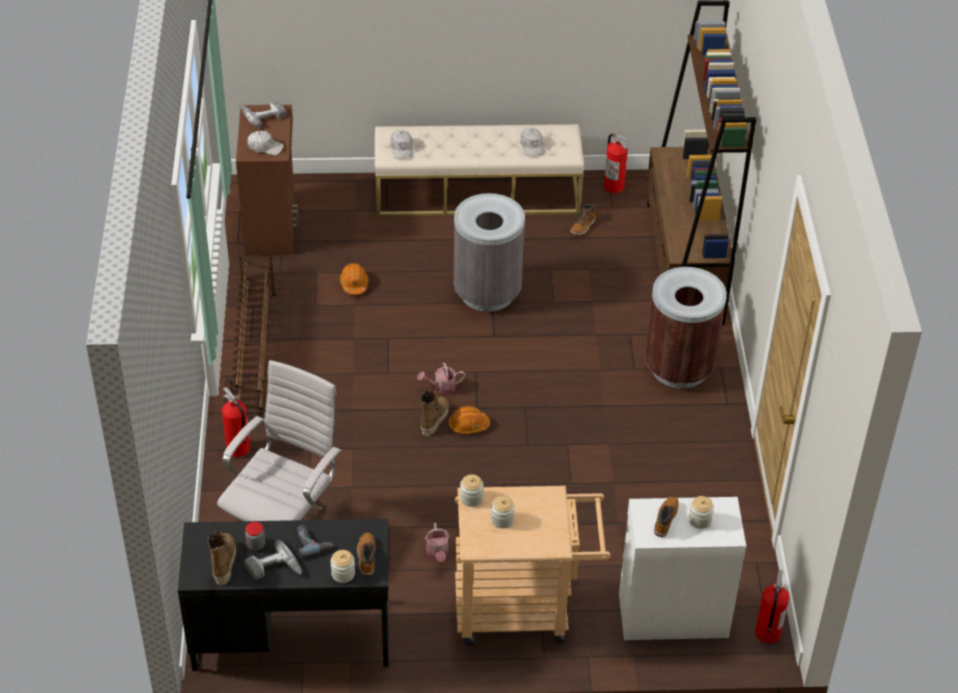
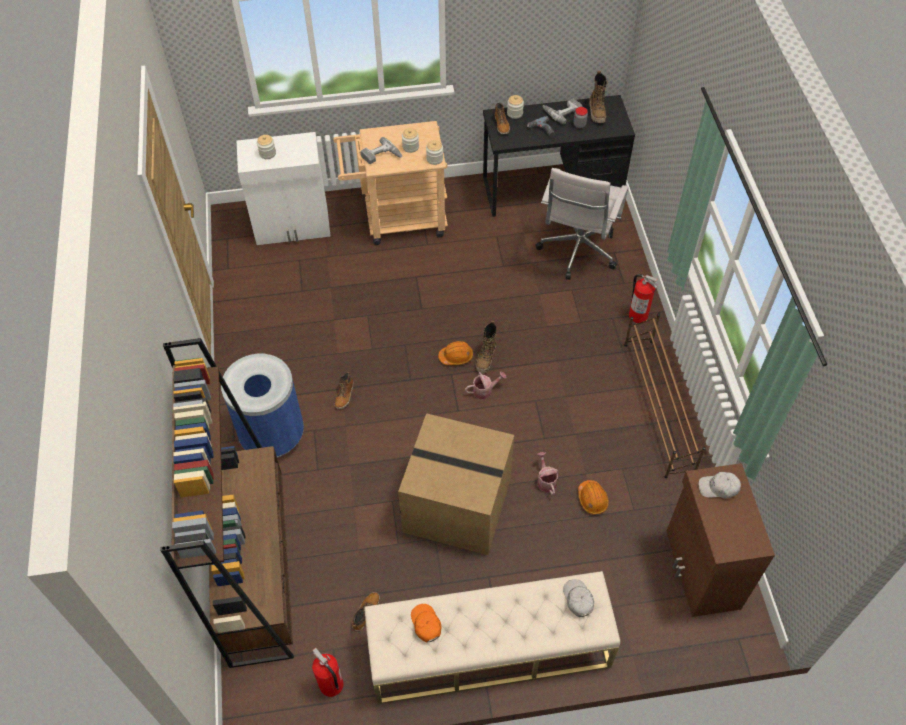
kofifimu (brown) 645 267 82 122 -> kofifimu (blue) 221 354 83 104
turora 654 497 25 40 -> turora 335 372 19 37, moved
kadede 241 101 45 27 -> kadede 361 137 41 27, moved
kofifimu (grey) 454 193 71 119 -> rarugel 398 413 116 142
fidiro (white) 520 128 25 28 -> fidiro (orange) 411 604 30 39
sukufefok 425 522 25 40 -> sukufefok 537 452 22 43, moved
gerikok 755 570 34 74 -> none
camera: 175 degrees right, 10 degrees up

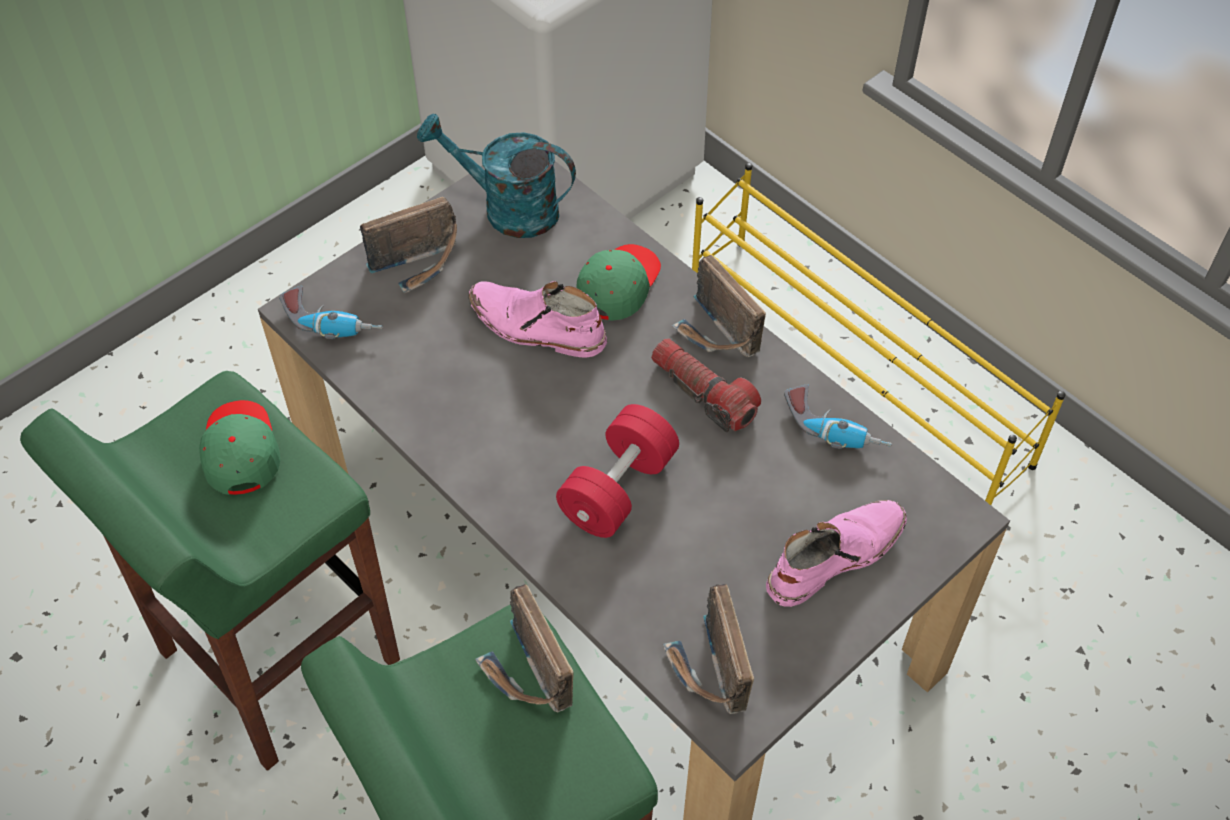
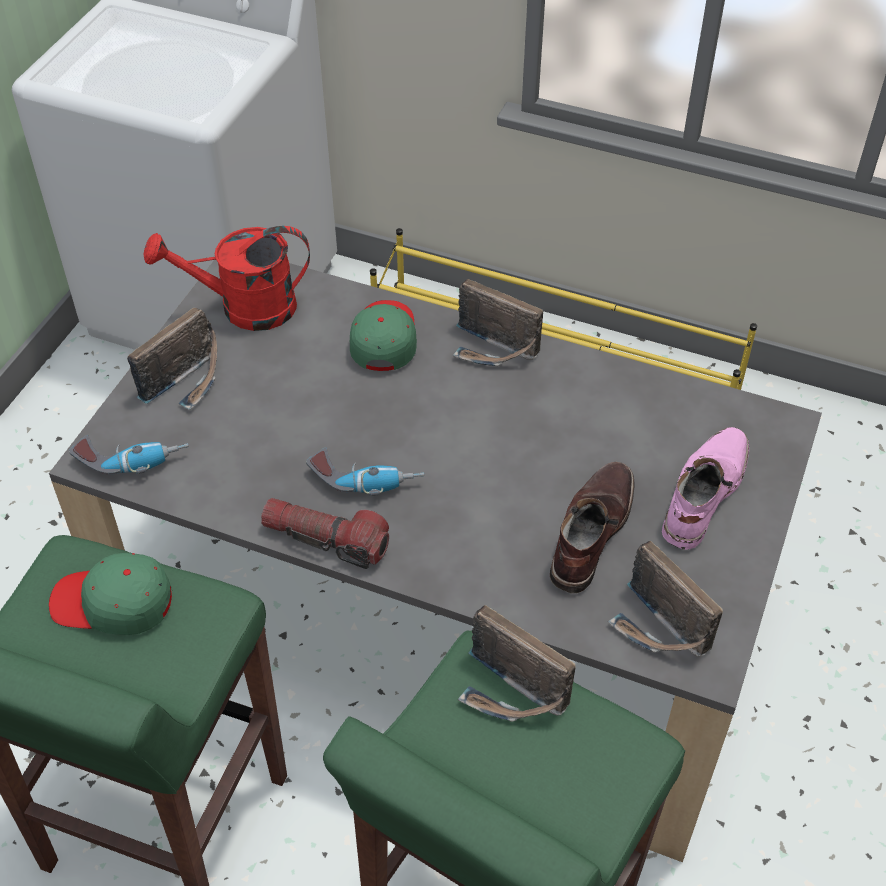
fidiro (green) 199 400 81 95 -> fidiro (green) 49 553 123 82, 45 degrees counterclockwise
sukufefok (turquoise) 417 113 159 125 -> sukufefok (red) 143 226 167 105
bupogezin 651 338 110 94 -> bupogezin 261 498 128 71, moved
kadede 784 384 108 65 -> kadede 306 448 118 48, moved
none -> turora (brown) 550 462 85 132
turora (pink) 468 281 139 76 -> none
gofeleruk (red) 556 404 123 134 -> none
camera: 25 degrees left, 5 degrees down

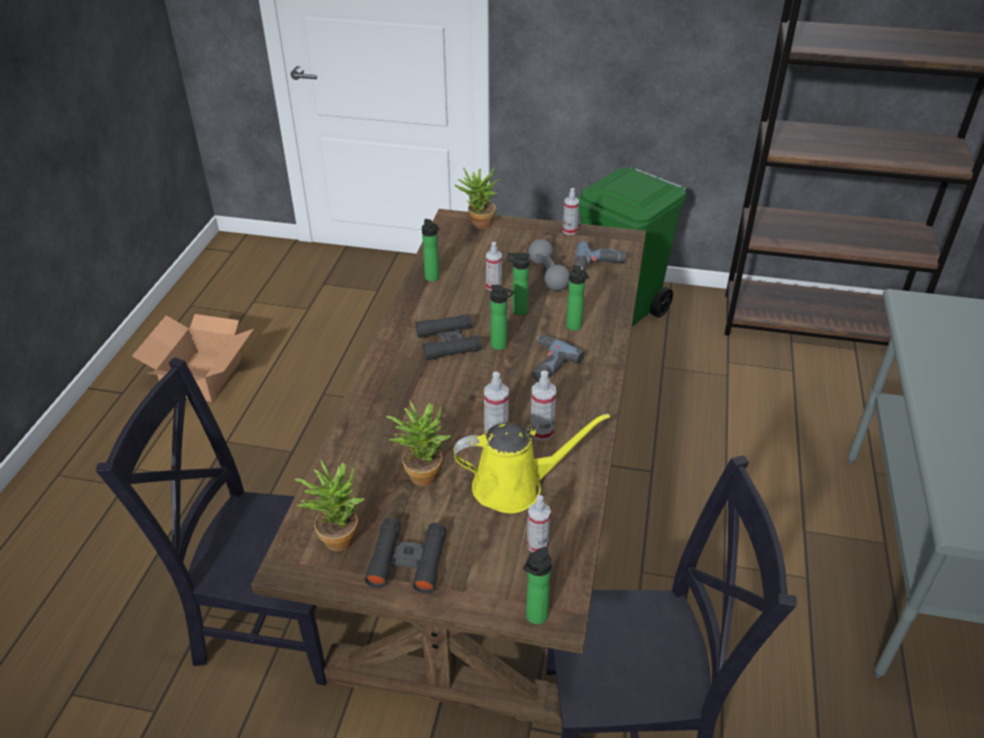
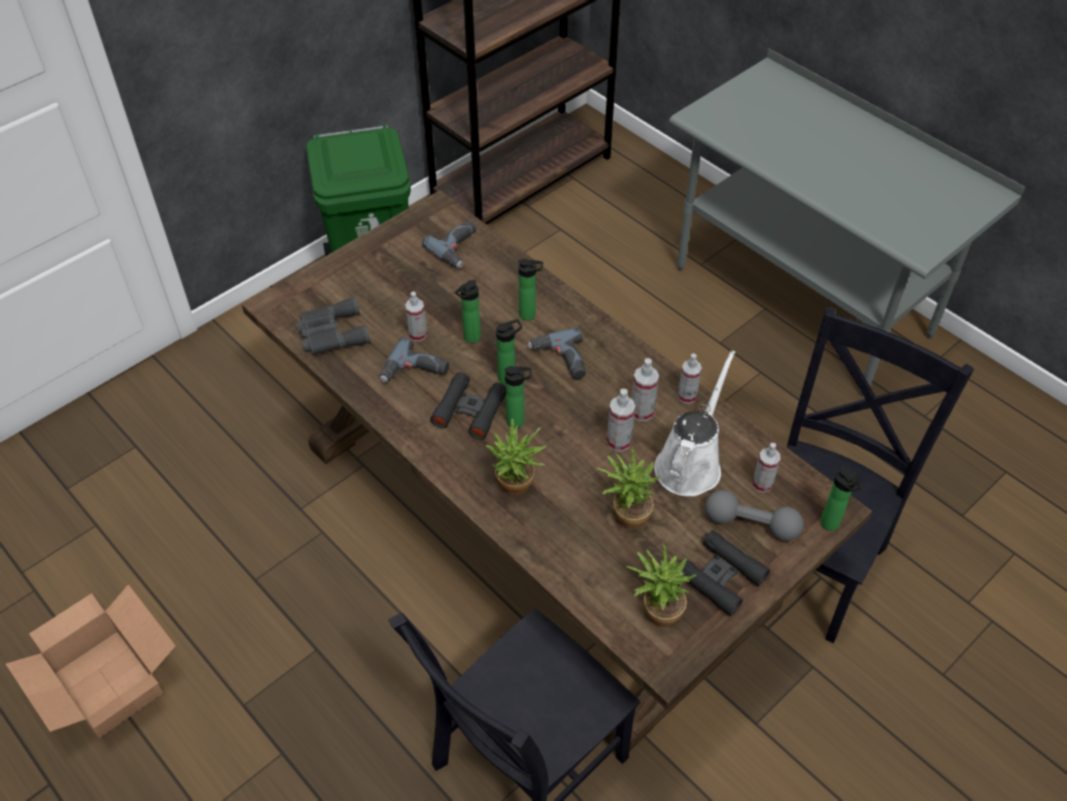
none -> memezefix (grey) 296 297 74 58
none -> kadede 379 337 70 45
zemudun 454 167 47 62 -> zemudun 486 419 60 78, moved
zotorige 422 219 18 62 -> zotorige 504 366 28 62, moved
sukufefok (yellow) 454 413 156 100 -> sukufefok (white) 654 350 81 146
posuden 563 188 16 47 -> posuden 678 353 24 51, moved
gofeleruk (grey) 528 239 41 52 -> gofeleruk (grey) 705 490 99 51, moved
camera: 55 degrees left, 10 degrees up

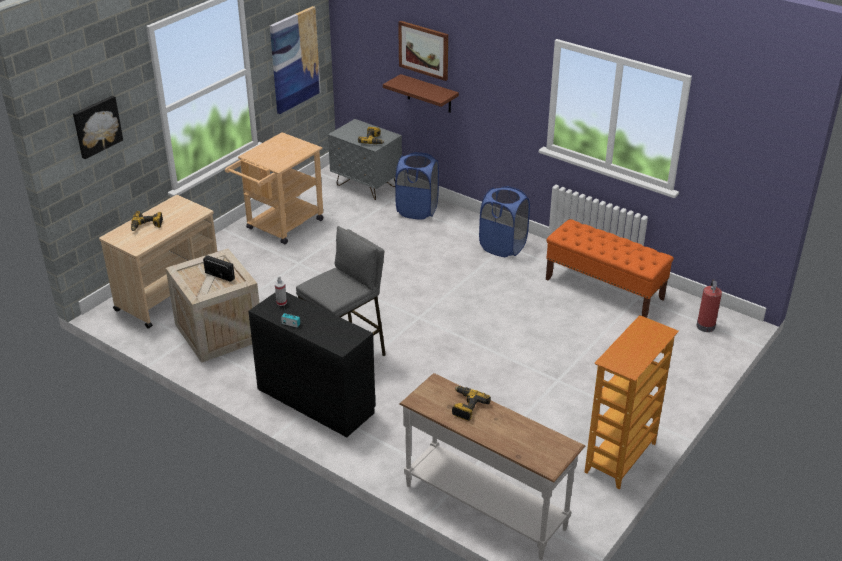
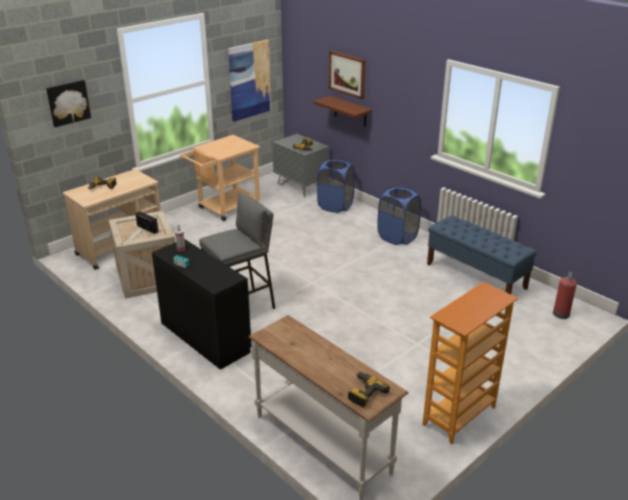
kadede 452 386 39 35 -> kadede 348 372 42 36, moved
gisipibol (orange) 546 219 128 99 -> gisipibol (blue) 427 216 110 78
camera: 10 degrees right, 5 degrees down

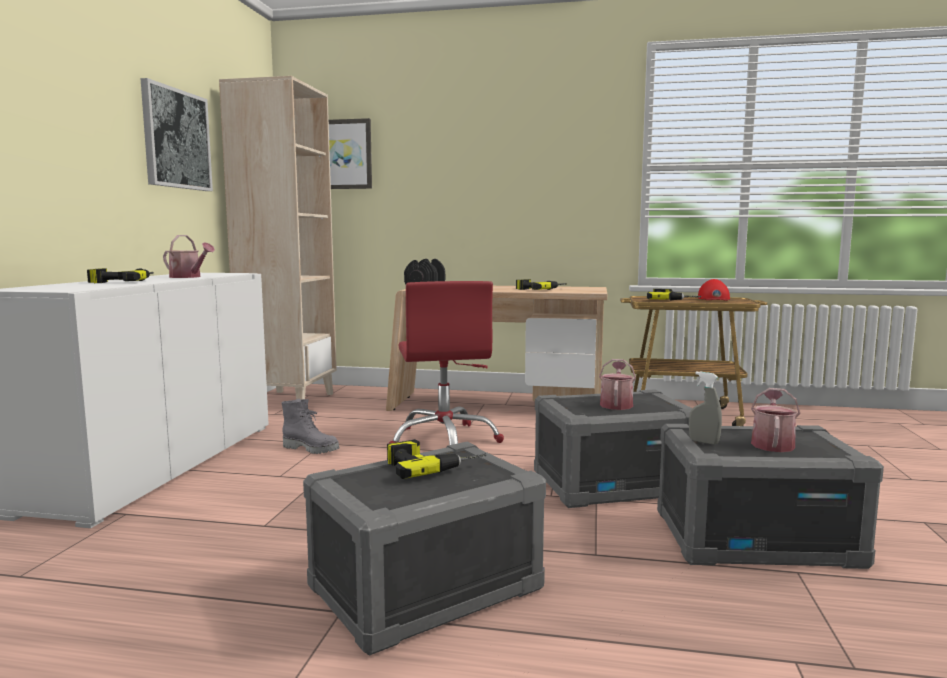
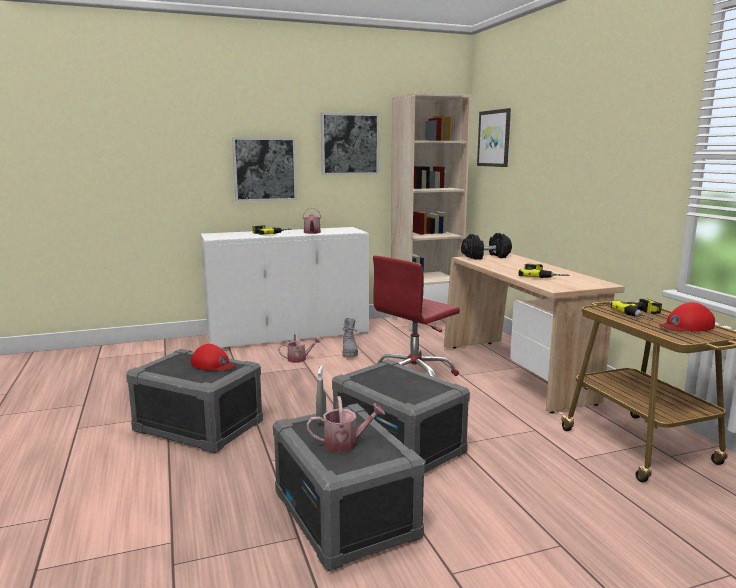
kadede 387 439 100 40 -> fidiro (red) 191 344 44 27
none -> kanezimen 232 137 65 65
sukufefok 599 359 37 51 -> sukufefok 278 333 43 30, moved
camera: 60 degrees right, 5 degrees up

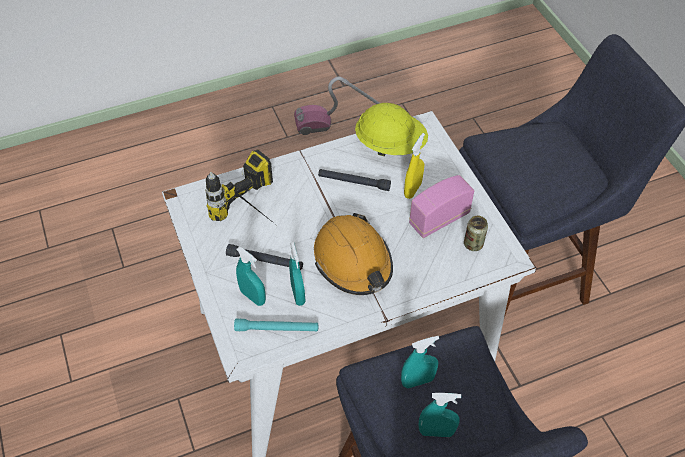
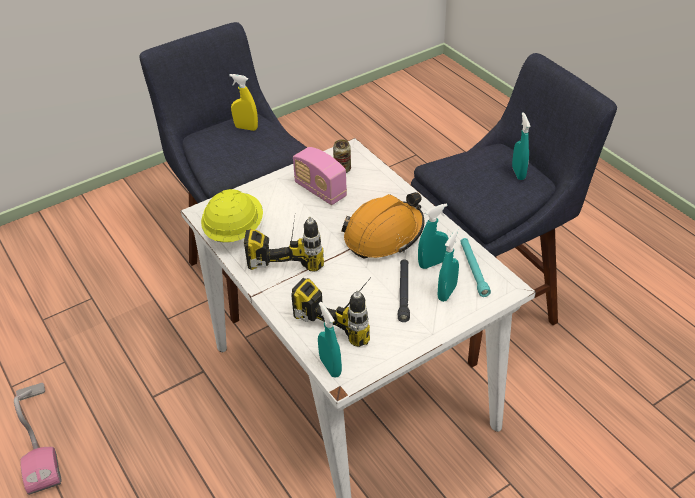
posuden (yellow) 404 133 21 66 -> posuden (yellow) 229 74 29 57, moved
bupogezin (black) 318 169 73 22 -> kadede 244 210 80 62
posuden (turquoise) 401 336 38 52 -> posuden (turquoise) 318 302 24 75, moved
camera: 100 degrees left, 10 degrees down

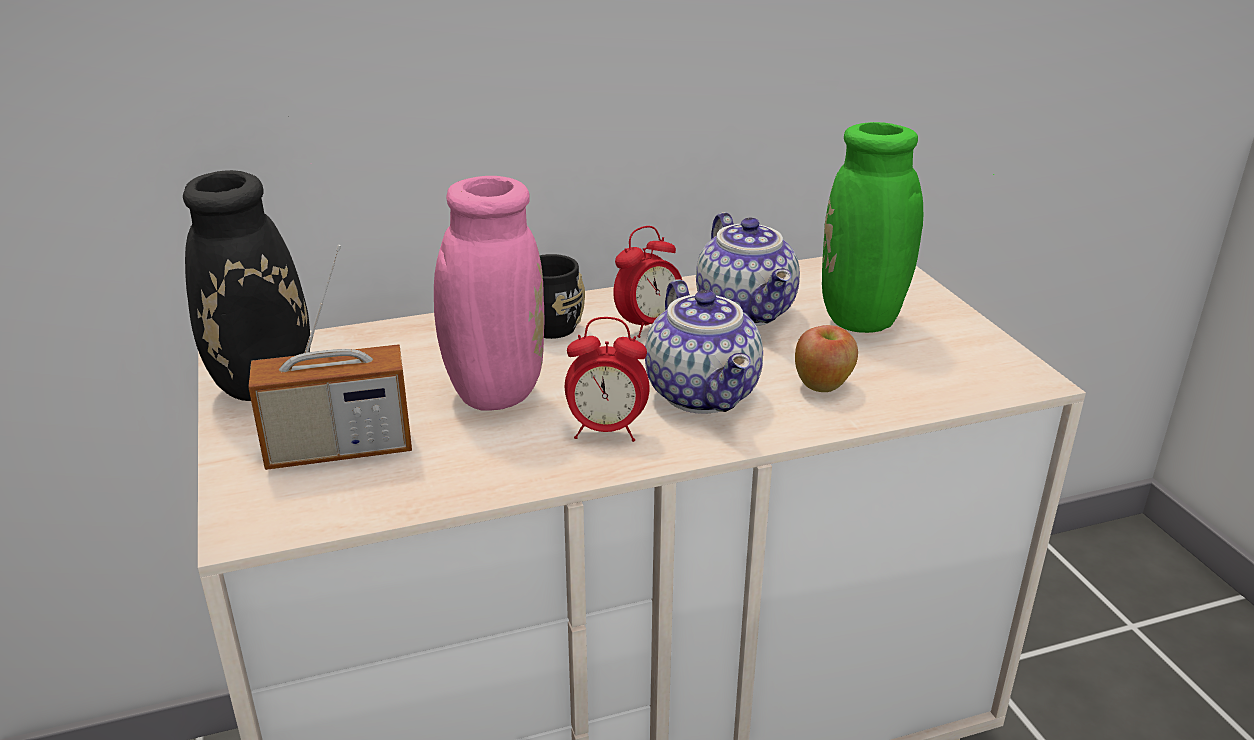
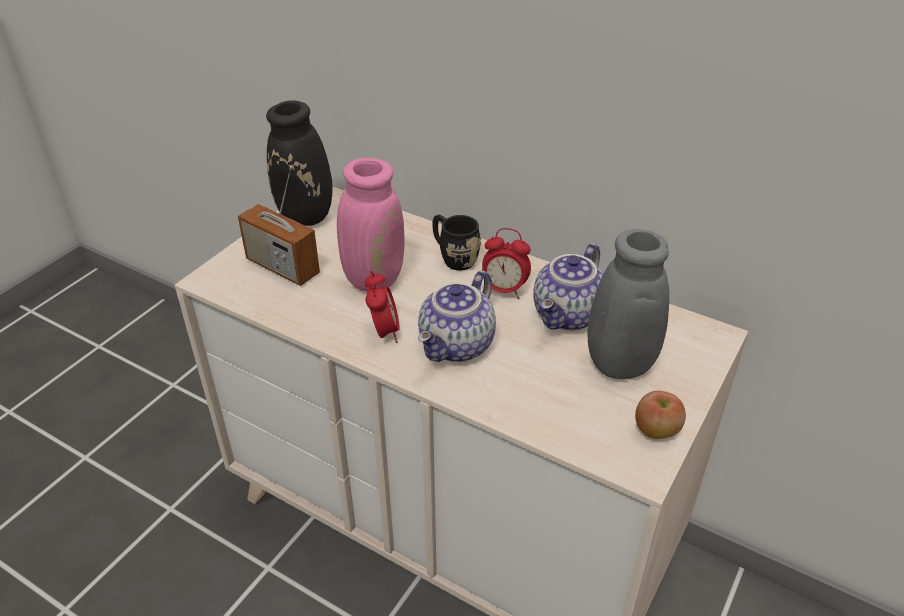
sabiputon 565 317 85 125 -> sabiputon 365 271 35 72, 150 degrees counterclockwise
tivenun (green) 822 122 172 211 -> tivenun (grey) 588 229 81 150
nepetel 795 325 63 67 -> nepetel 635 391 51 48, moved
camera: 50 degrees right, 10 degrees up

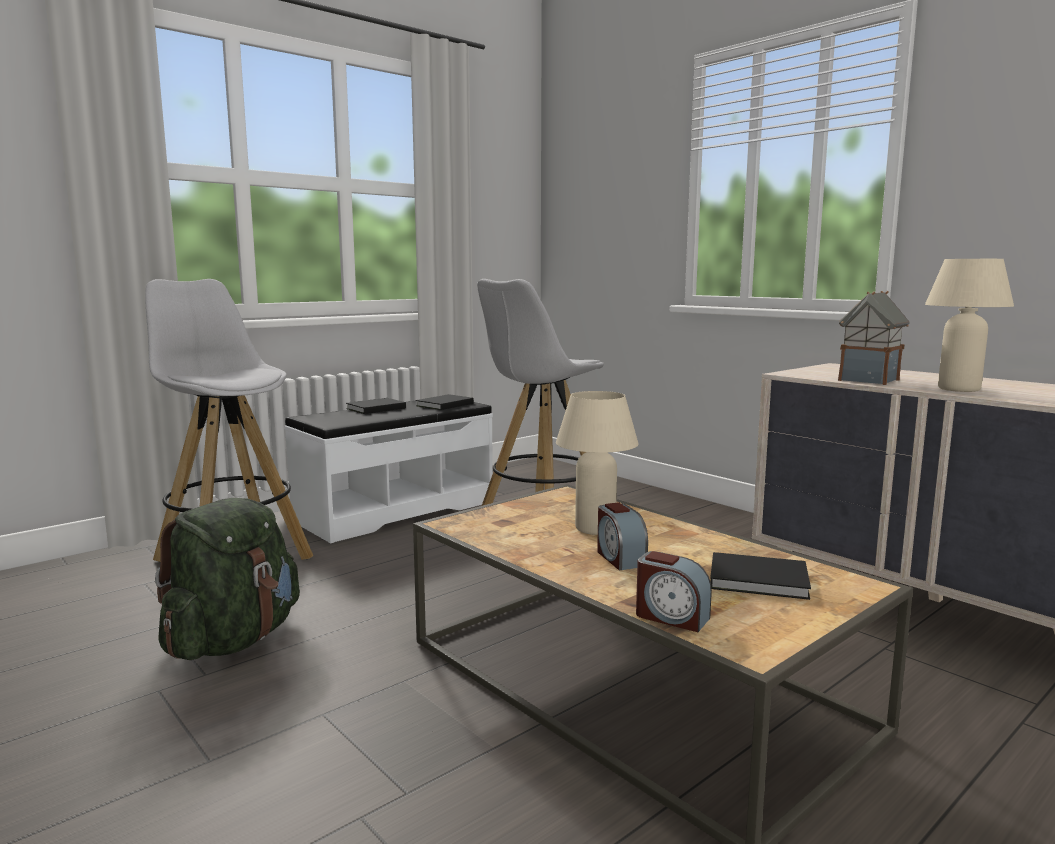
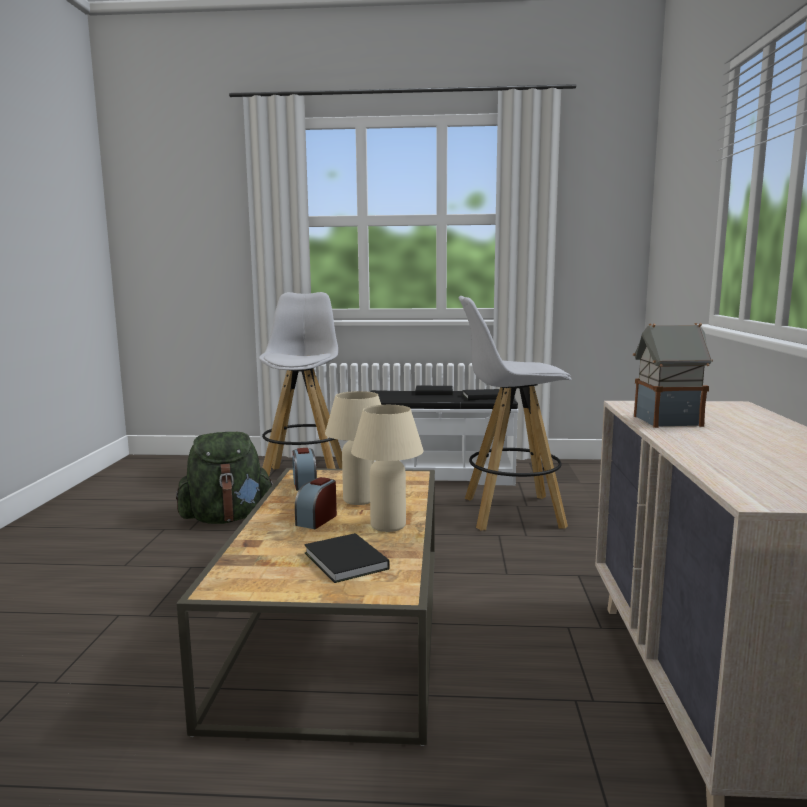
sabiputon 636 551 76 81 -> sabiputon 292 448 25 43, moved
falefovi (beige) 925 259 89 133 -> falefovi (beige) 351 405 73 127, moved
camera: 45 degrees right, 0 degrees up

